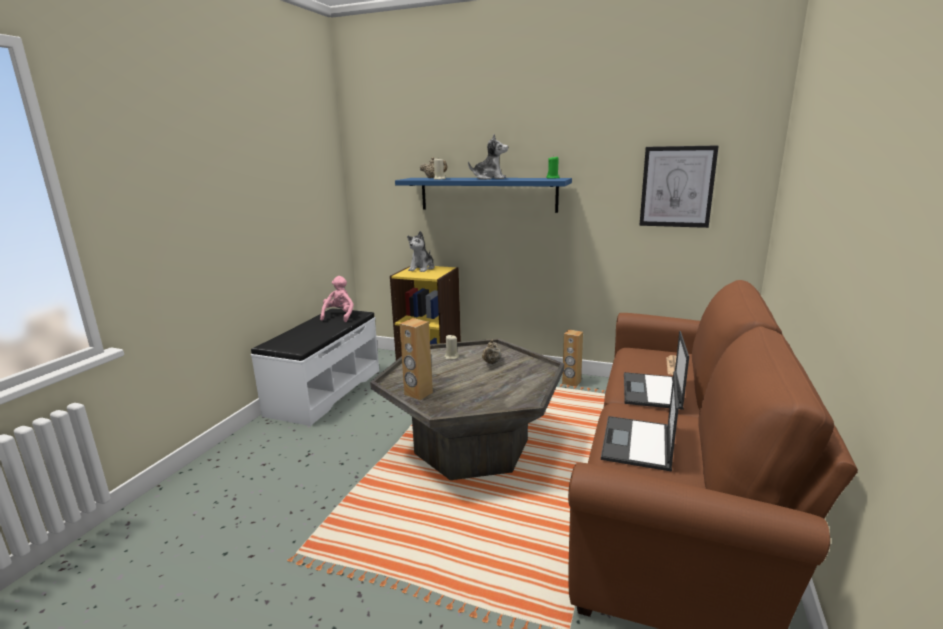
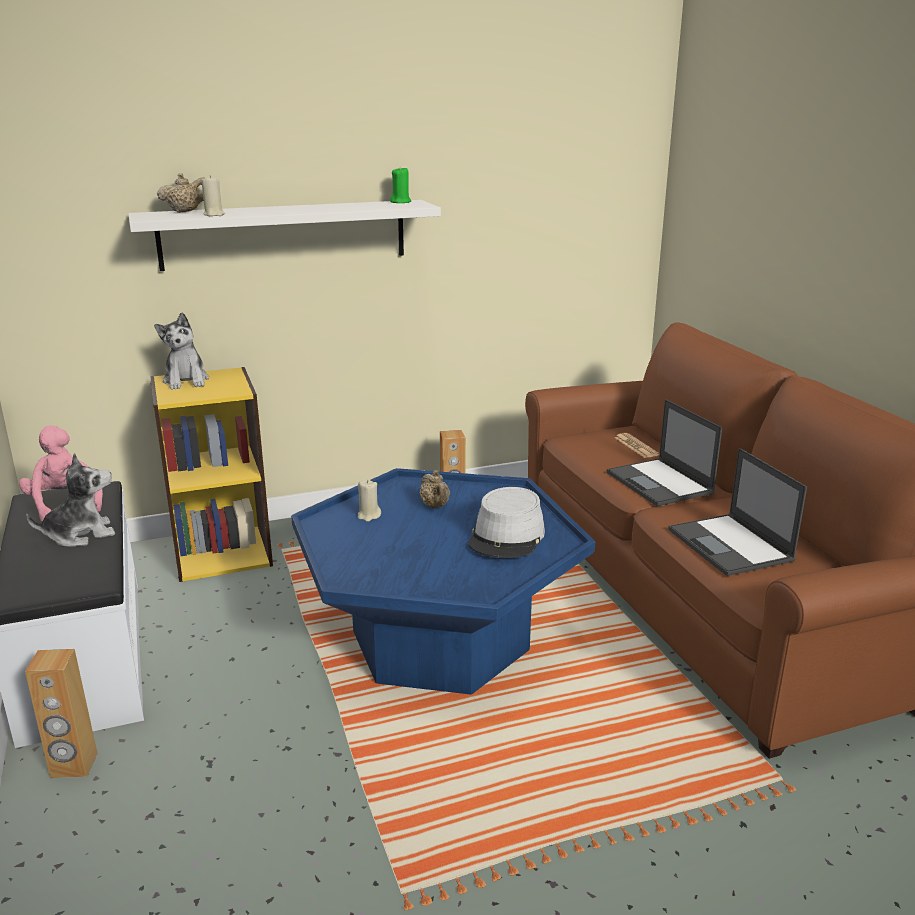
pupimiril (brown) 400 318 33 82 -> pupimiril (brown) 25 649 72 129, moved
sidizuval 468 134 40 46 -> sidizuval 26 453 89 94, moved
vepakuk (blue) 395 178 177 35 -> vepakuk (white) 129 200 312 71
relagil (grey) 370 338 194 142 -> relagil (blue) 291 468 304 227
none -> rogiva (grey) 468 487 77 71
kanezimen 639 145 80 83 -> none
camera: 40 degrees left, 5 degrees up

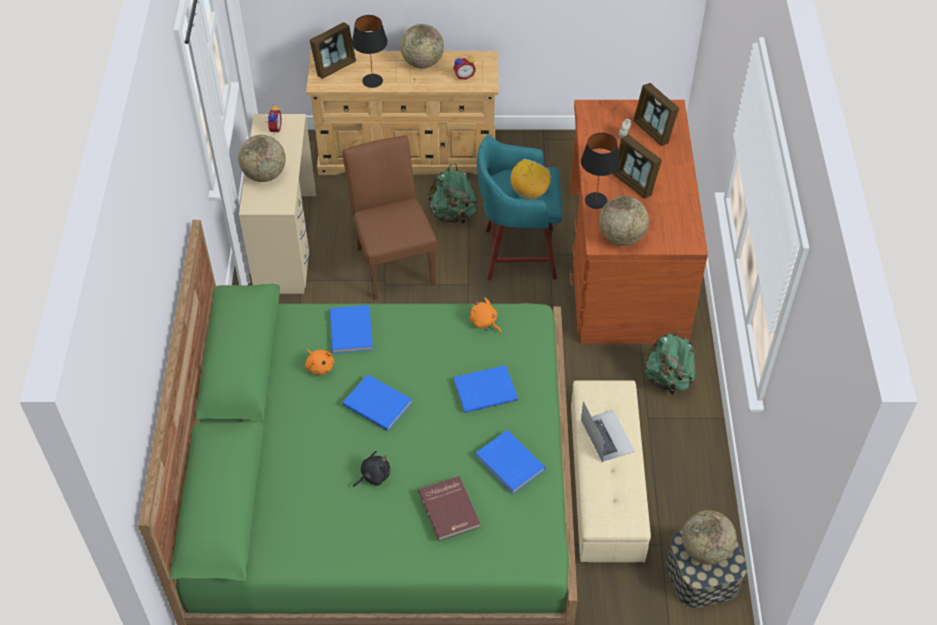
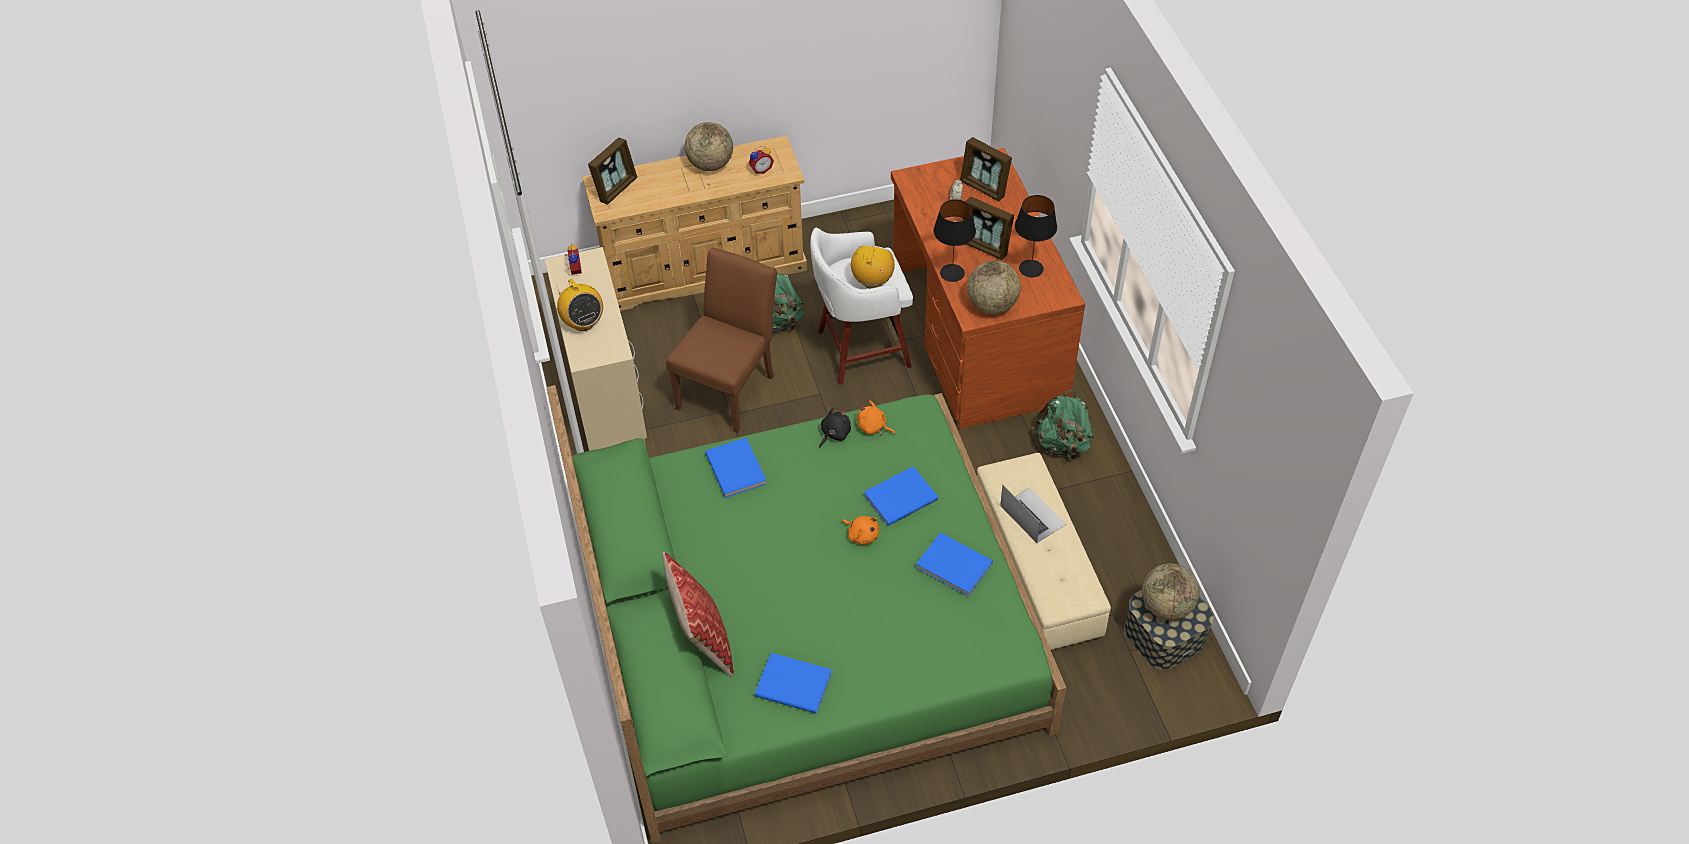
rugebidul 238 135 48 47 -> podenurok 557 279 46 52
none -> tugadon 662 552 72 125
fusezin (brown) 342 135 95 165 -> fusezin (brown) 666 247 111 186, 60 degrees clockwise
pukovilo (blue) 343 374 69 57 -> pukovilo (blue) 755 653 77 61, moved
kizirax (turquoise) 477 135 86 145 -> kizirax (white) 810 228 103 157
sidizuval (black) 353 451 37 36 -> sidizuval (black) 819 407 32 41, moved
sidizuval (orange) 305 349 29 26 -> sidizuval (orange) 841 516 38 29, moved
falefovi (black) 352 15 36 73 -> falefovi (black) 1015 195 42 82, moved
pukovilo (red) 418 476 62 65 -> none
camera: 15 degrees left, 0 degrees up

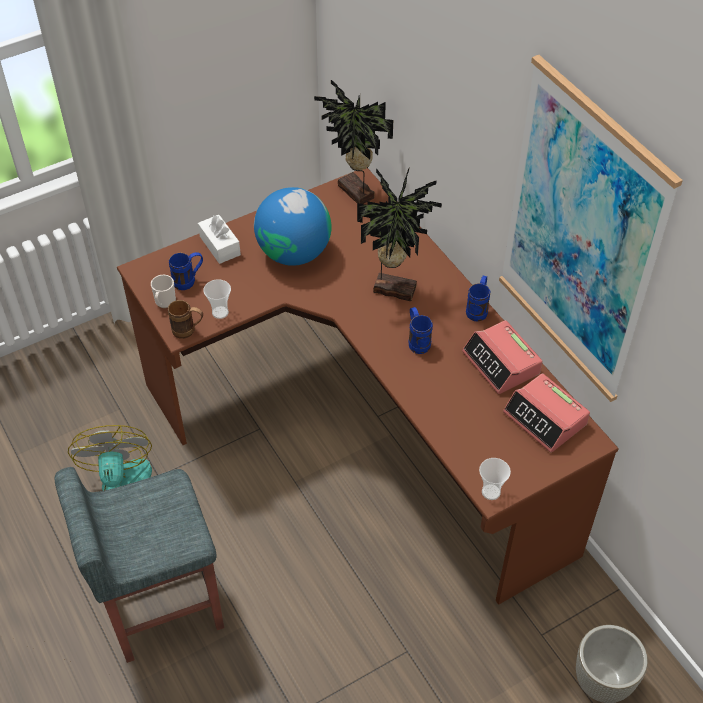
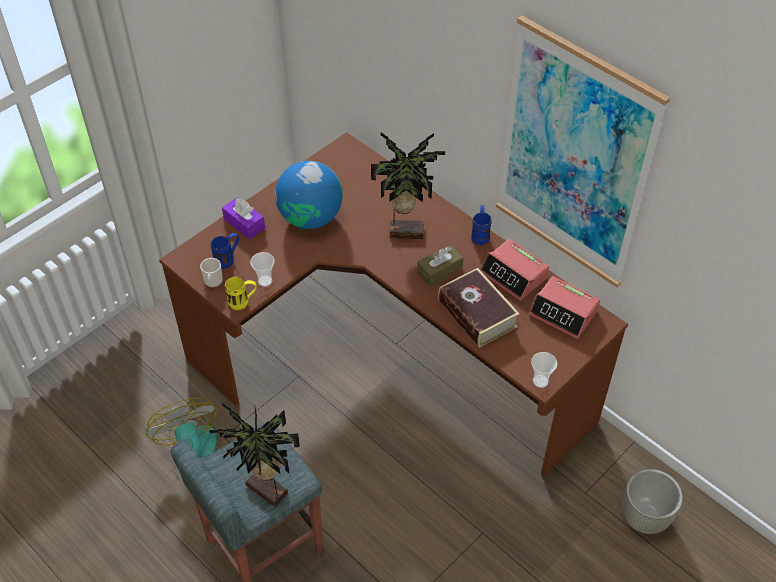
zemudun 314 80 79 124 -> zemudun 209 403 91 104, moved
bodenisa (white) 198 215 43 49 -> bodenisa (purple) 222 197 43 42
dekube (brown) 168 300 35 39 -> dekube (yellow) 225 277 32 33
dekube (blue) 408 307 25 47 -> bodenisa (brown) 417 244 47 43
none -> pukovilo 438 268 82 80
camera: 15 degrees left, 0 degrees up

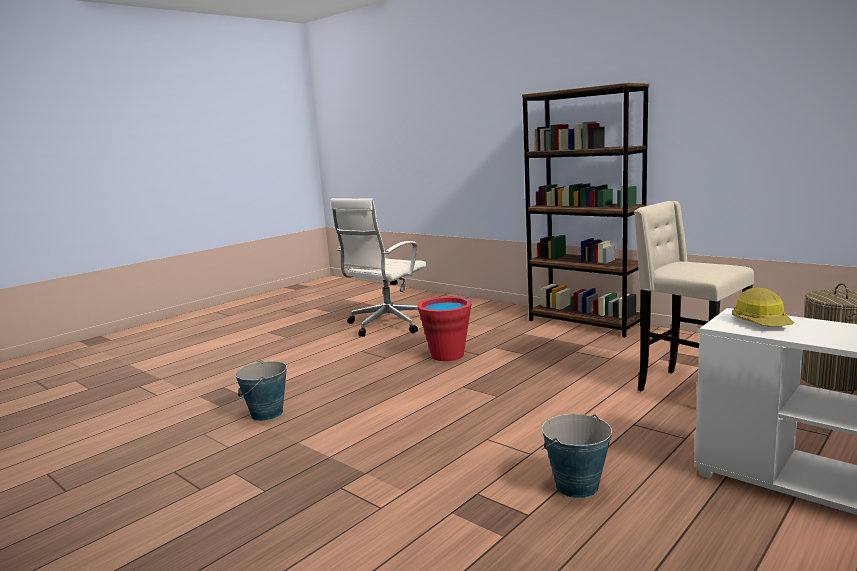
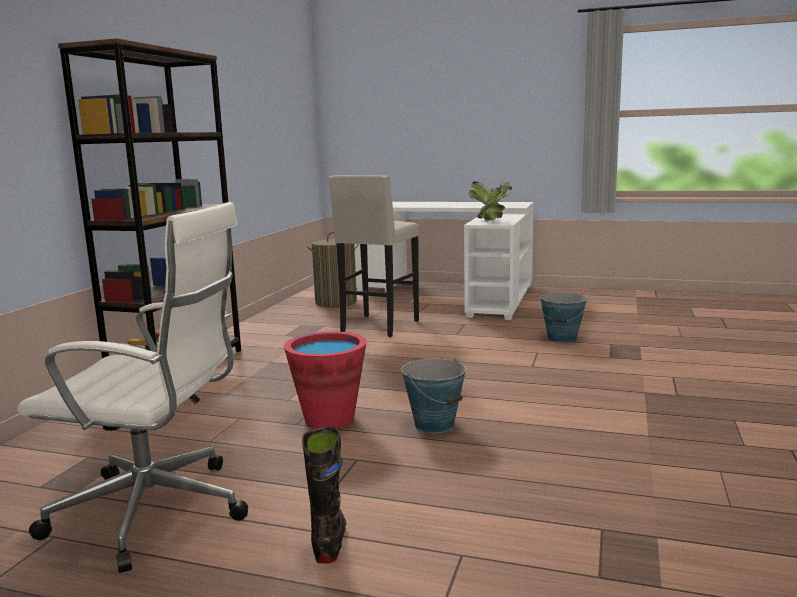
none -> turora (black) 302 427 44 137
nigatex 235 360 52 61 -> nigatex 401 359 66 74, moved
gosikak 732 287 62 39 -> zemudun 469 181 43 40
camera: 115 degrees left, 0 degrees up

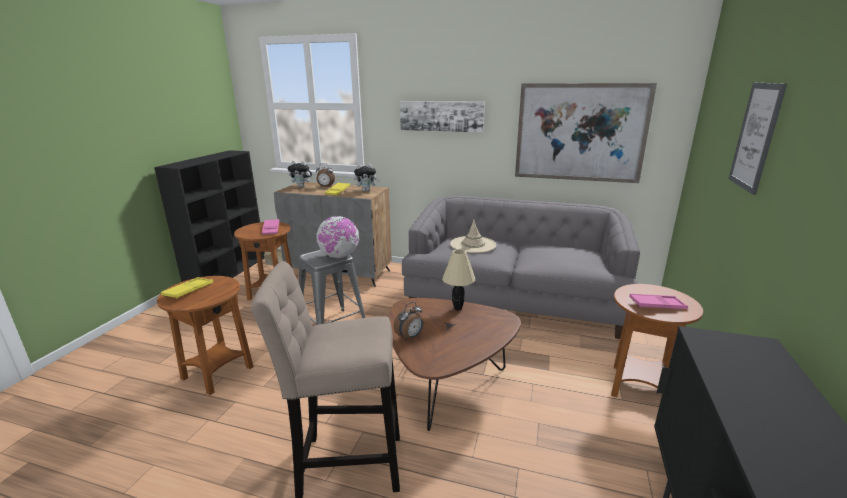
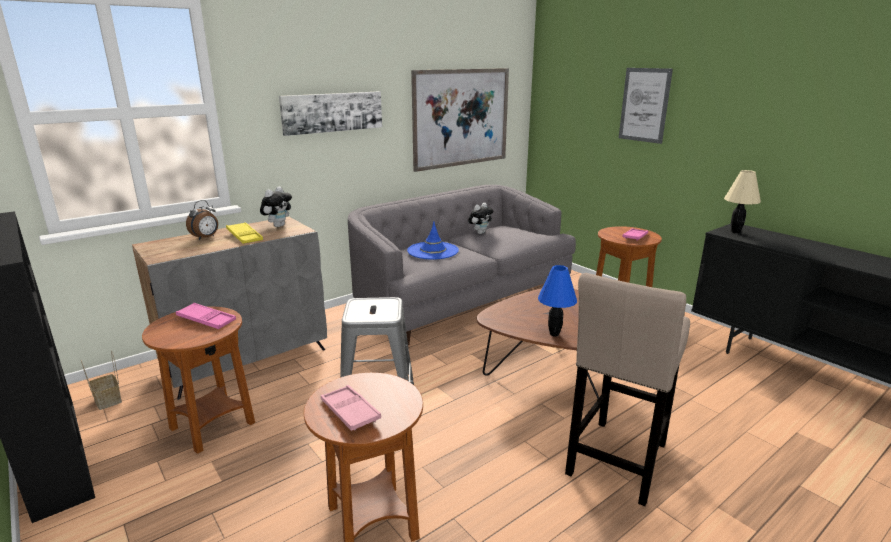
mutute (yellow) 161 277 52 22 -> mutute (pink) 321 385 60 46
rogiva (beige) 450 219 46 34 -> rogiva (blue) 407 222 52 37
sidizuval 288 161 25 26 -> sidizuval 468 203 25 31, moved
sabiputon 394 302 29 38 -> falefovi (blue) 538 265 39 72
falefovi (beige) 442 249 33 61 -> falefovi (beige) 724 170 37 63, moved
rugebidul 316 216 43 42 -> none
camera: 55 degrees left, 0 degrees up

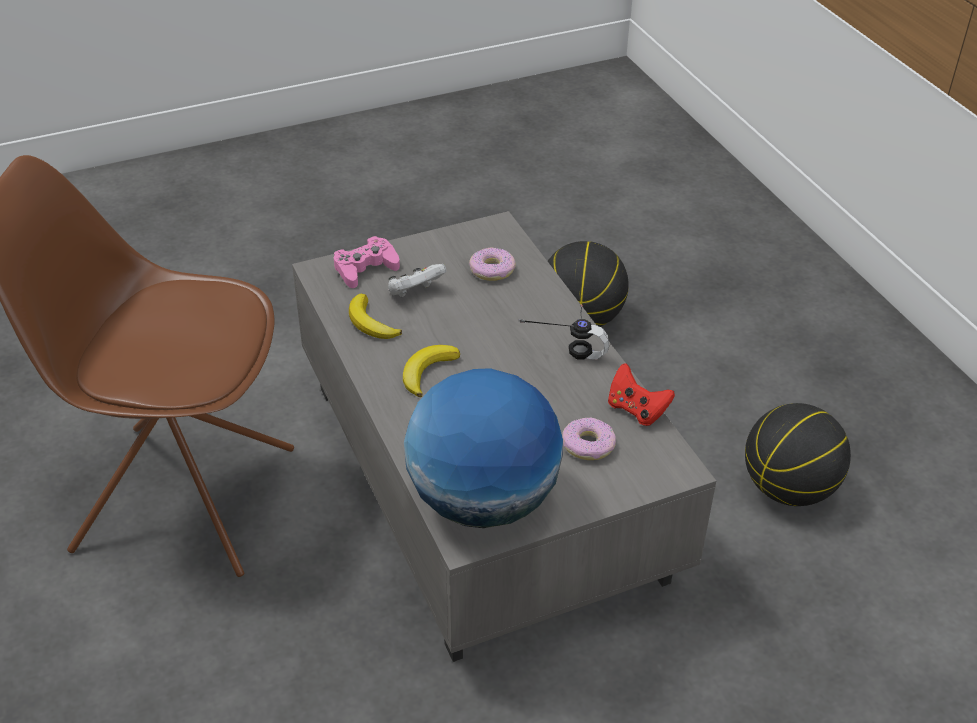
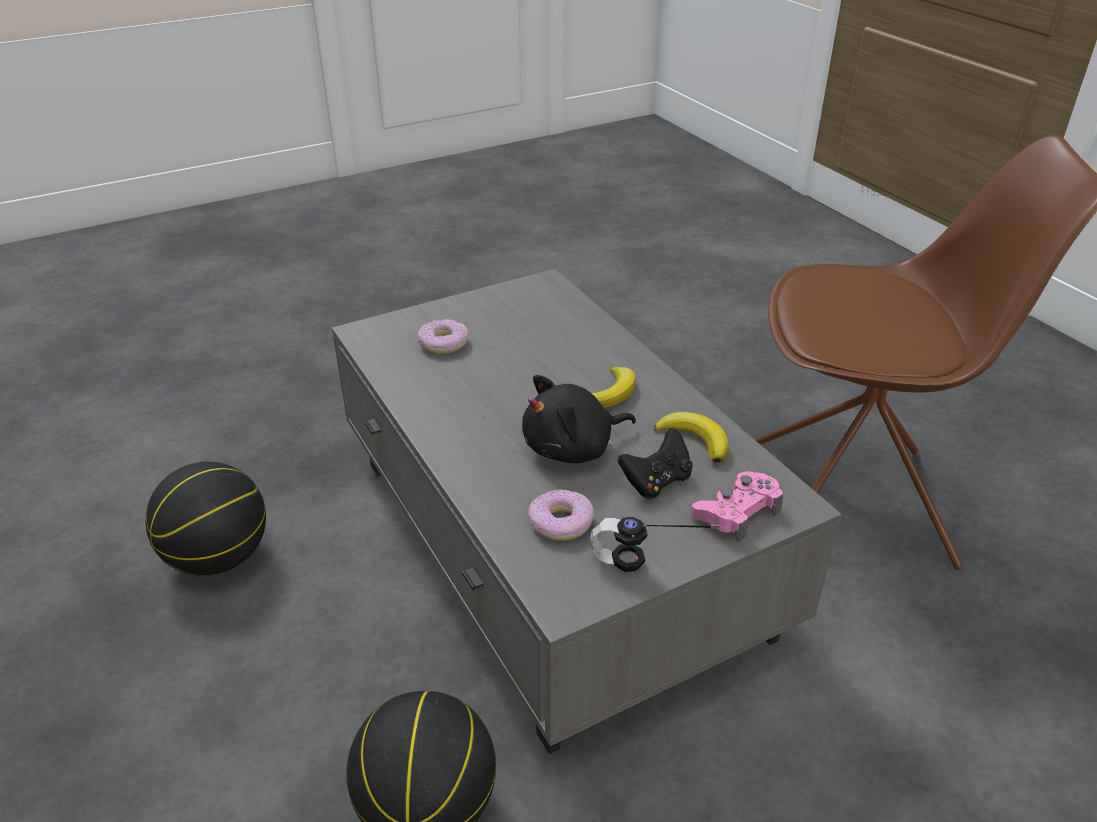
none -> sidizuval (black) 522 375 114 89
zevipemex 519 305 90 55 -> zevipemex 590 517 130 55, moved
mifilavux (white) 388 264 58 33 -> mifilavux (black) 618 427 75 72
rugebidul 404 368 159 160 -> none
mifilavux (red) 608 363 67 63 -> none
camera: 175 degrees right, 5 degrees down

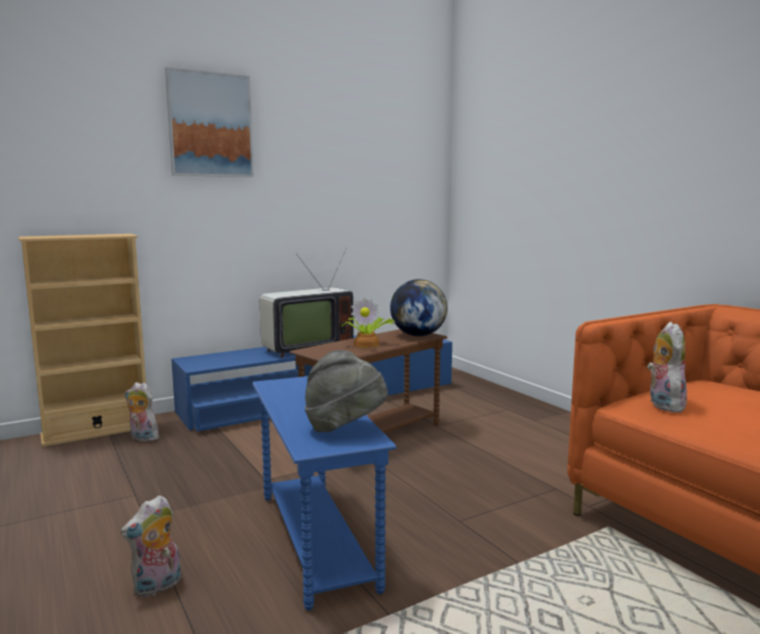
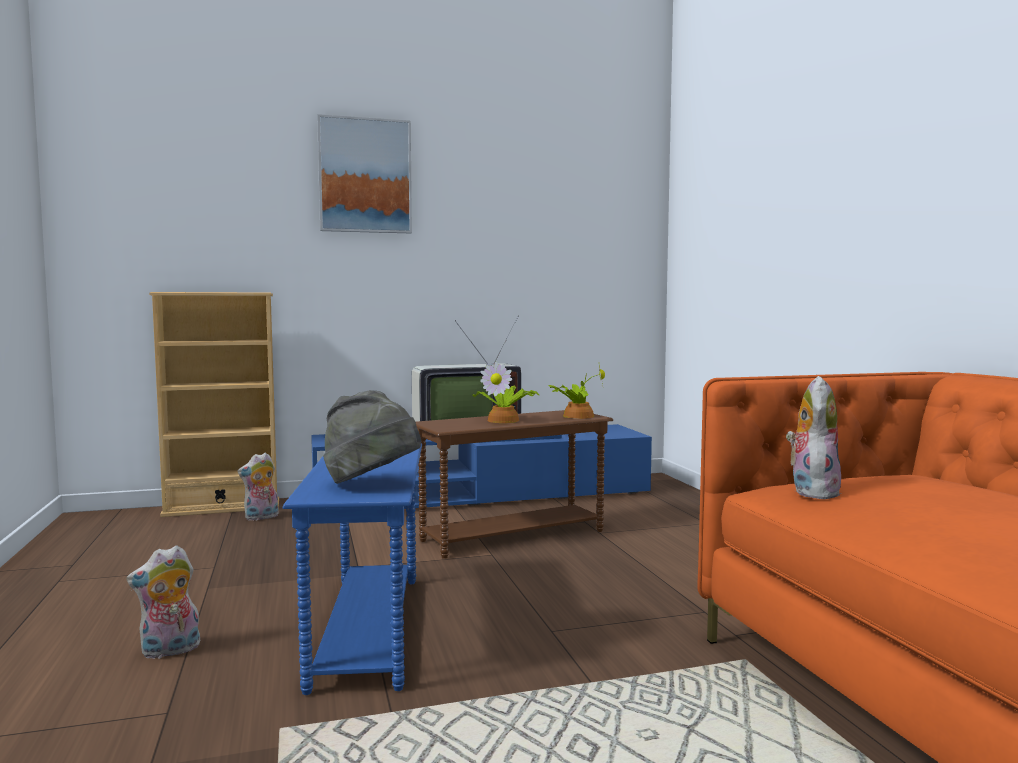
sidizuval 125 382 38 61 -> sidizuval 237 453 41 68, 75 degrees counterclockwise
rugebidul 390 279 57 57 -> zemudun 548 365 57 54
camera: 15 degrees right, 5 degrees down

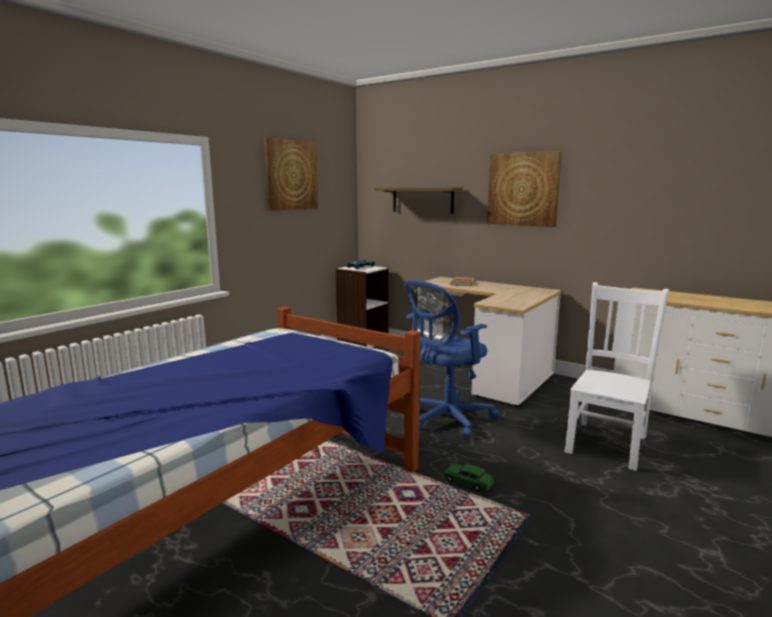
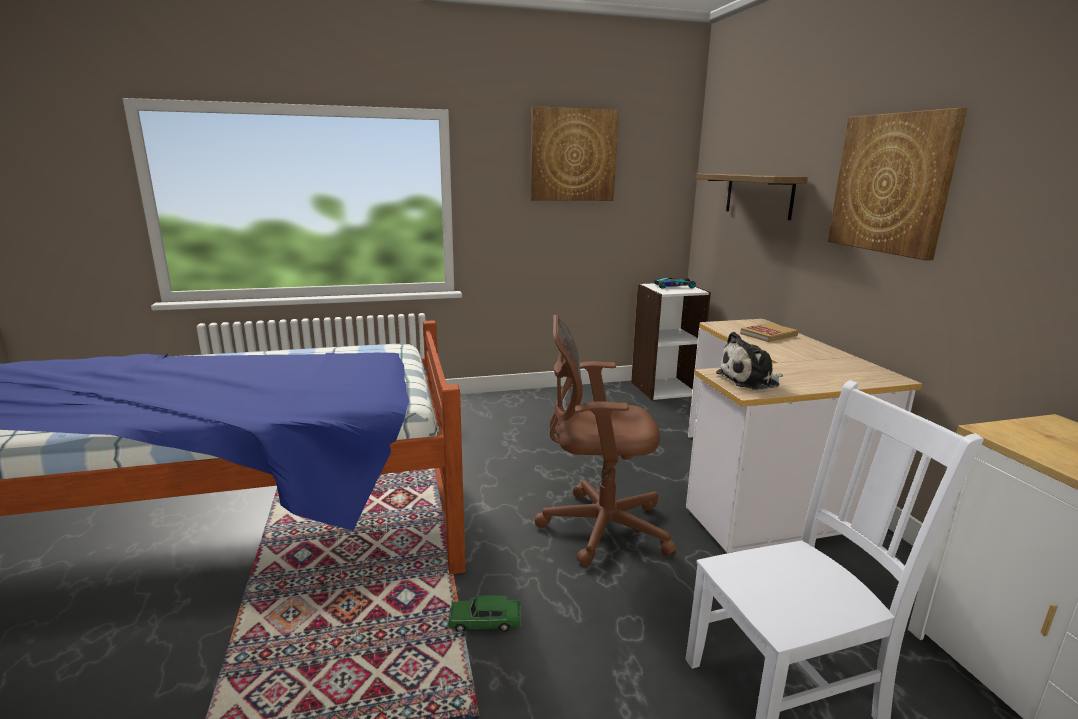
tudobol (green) 442 463 52 28 -> tudobol (green) 448 595 73 37, 75 degrees counterclockwise
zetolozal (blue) 404 280 96 158 -> zetolozal (brown) 535 315 142 251
none -> sidizuval 716 332 67 58
camera: 40 degrees right, 5 degrees up

